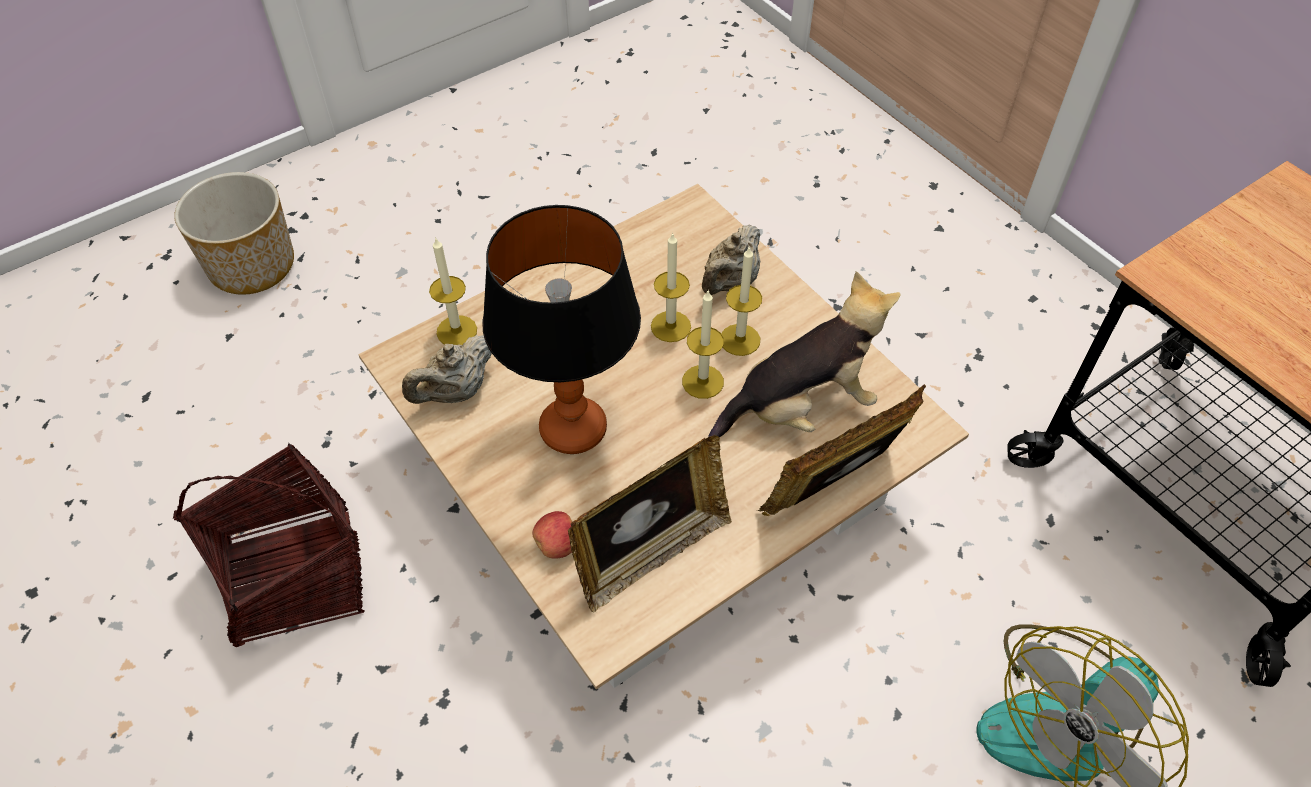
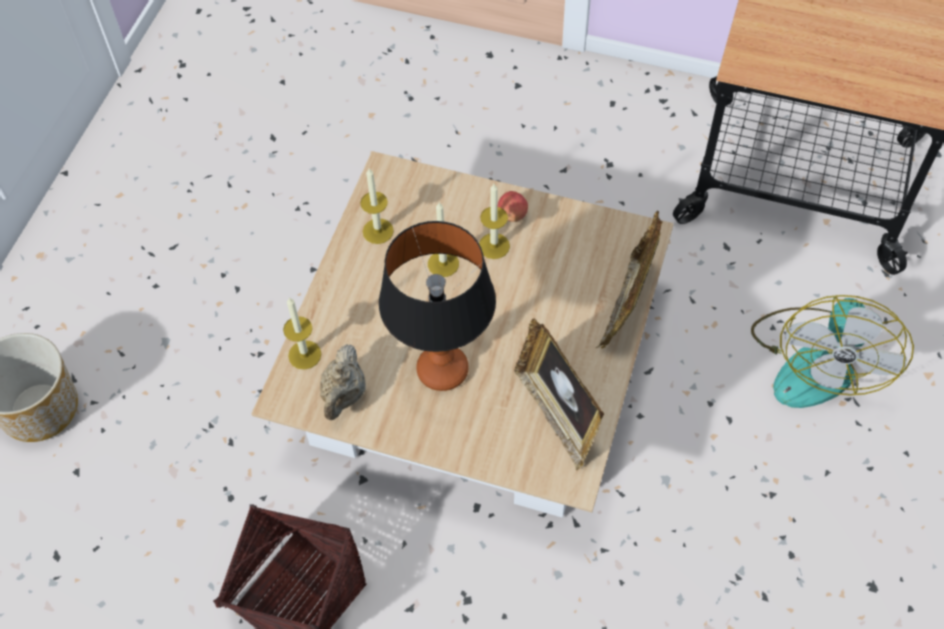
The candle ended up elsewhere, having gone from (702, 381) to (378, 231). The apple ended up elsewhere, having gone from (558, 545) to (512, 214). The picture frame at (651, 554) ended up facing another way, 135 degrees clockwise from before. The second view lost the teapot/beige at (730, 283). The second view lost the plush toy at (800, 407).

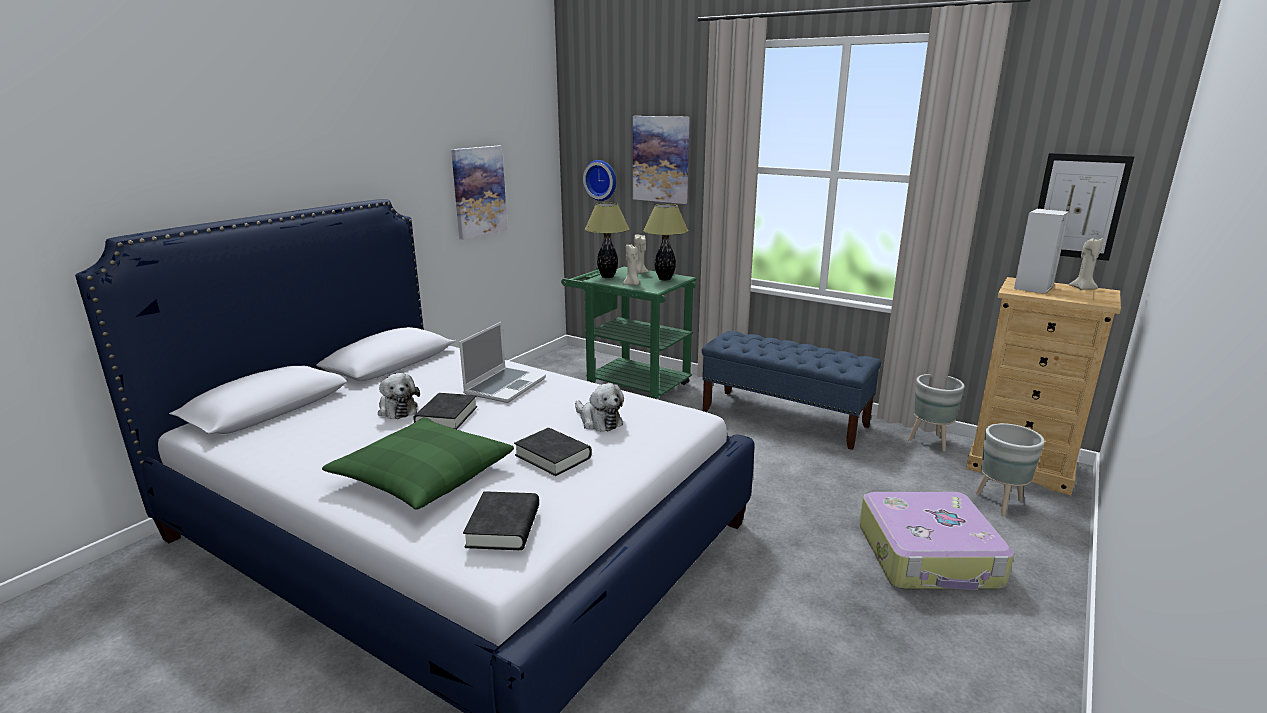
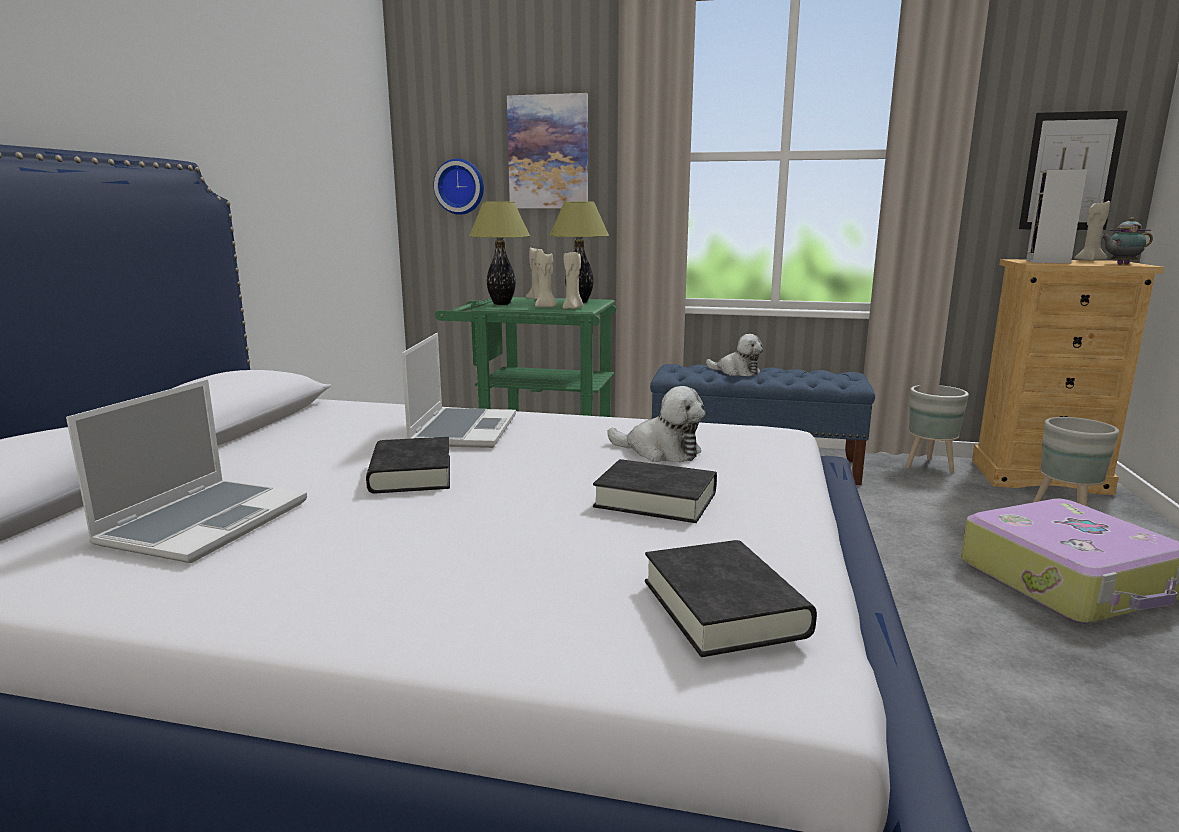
The second view gained the laptop at (205, 522). The second view gained the candle/beige at (573, 308). The plush toy ended up elsewhere, having gone from (397, 409) to (736, 372). The second view gained the teapot at (1120, 264). The second view lost the pillow/green at (423, 476). The second view lost the picture at (479, 191).

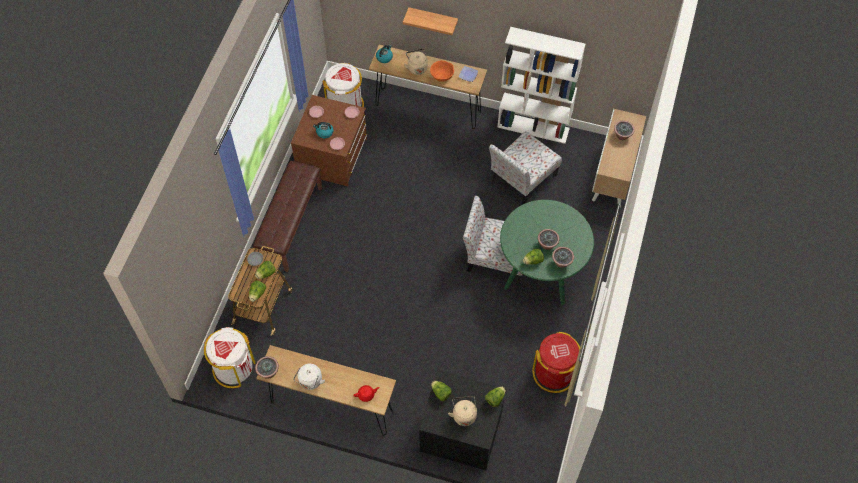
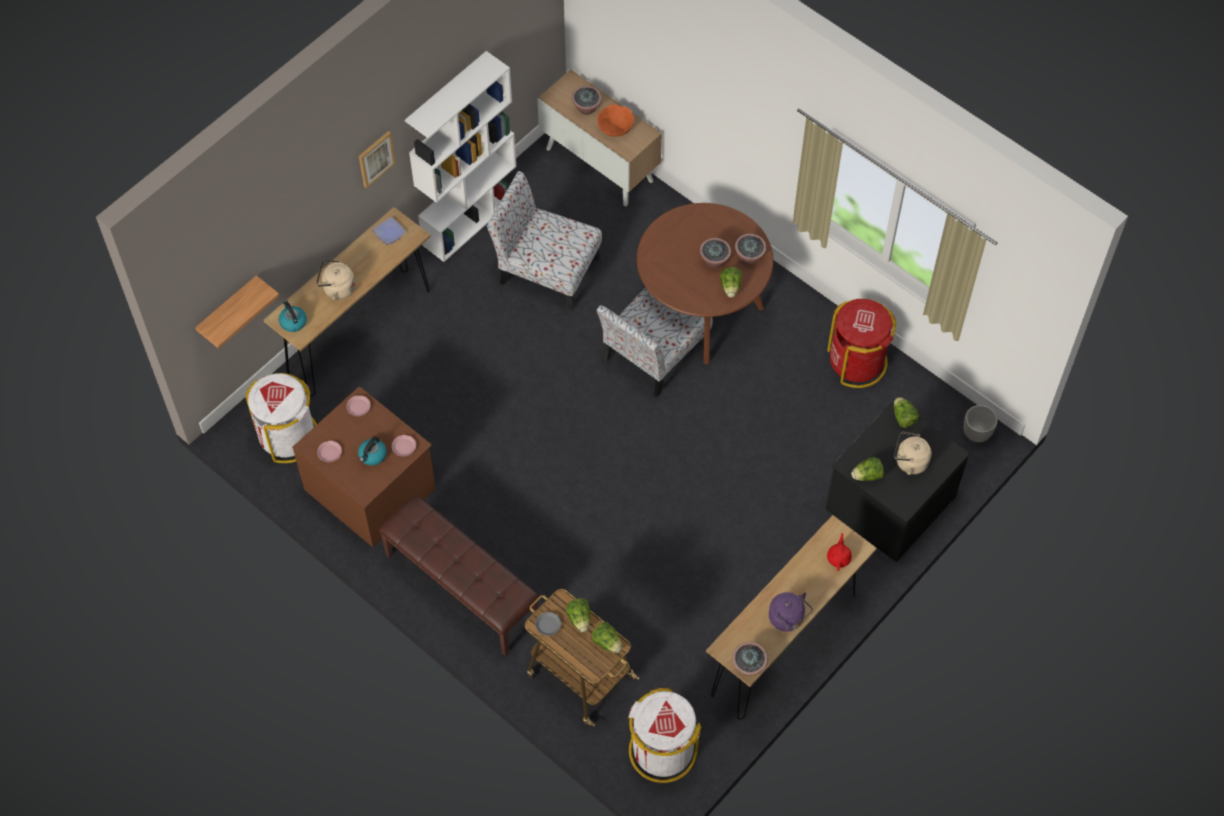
The shelf ended up elsewhere, having gone from (433, 19) to (228, 309). The second view gained the picture at (376, 158). The chair at (522, 179) ended up facing another way, 135 degrees clockwise from before. The bowl/orange ended up elsewhere, having gone from (442, 76) to (615, 128). What was the dining table/green at (541, 270) turned into the dining table/brown at (701, 310). What was the kettle/white at (310, 382) turned into the kettle/purple at (788, 619). The second view gained the planter at (977, 434).

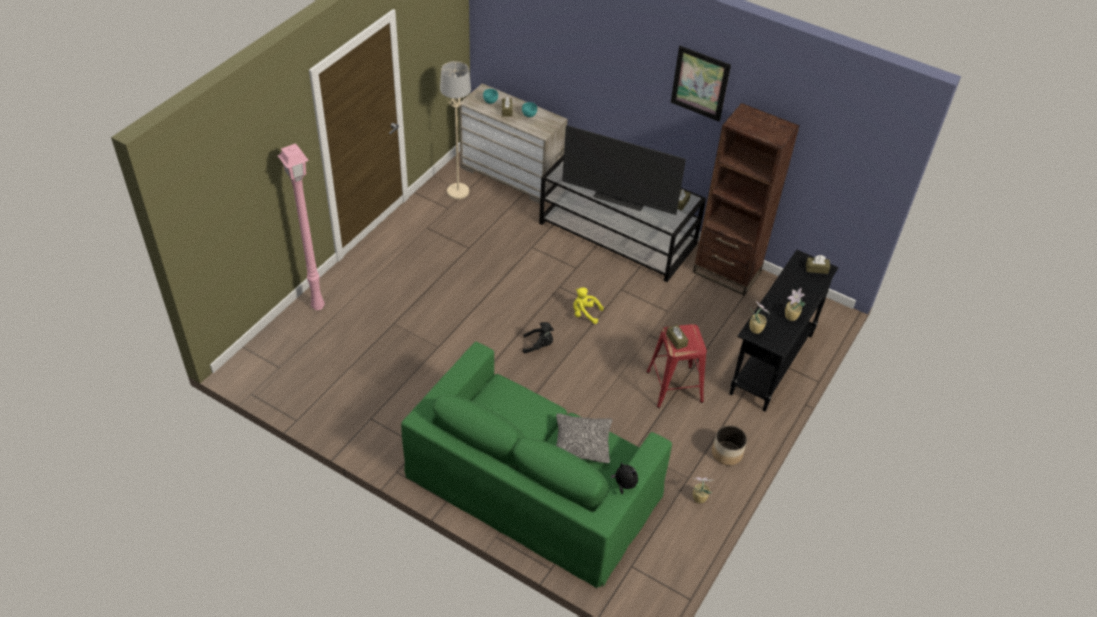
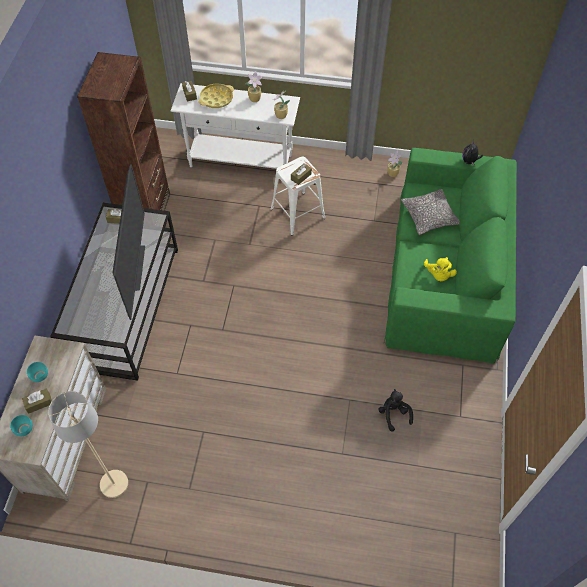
What was the console table/black at (771, 364) turned into the console table/white at (241, 161). The second view gained the tray/yellow at (216, 98). What was the stool/red at (675, 386) turned into the stool/white at (297, 213). The plush toy/black ended up elsewhere, having gone from (539, 345) to (394, 414). The plush toy/yellow ended up elsewhere, having gone from (585, 313) to (438, 275). The second view lost the floor lamp/pink at (318, 305). The second view lost the picture at (700, 83). The second view lost the planter at (726, 453).

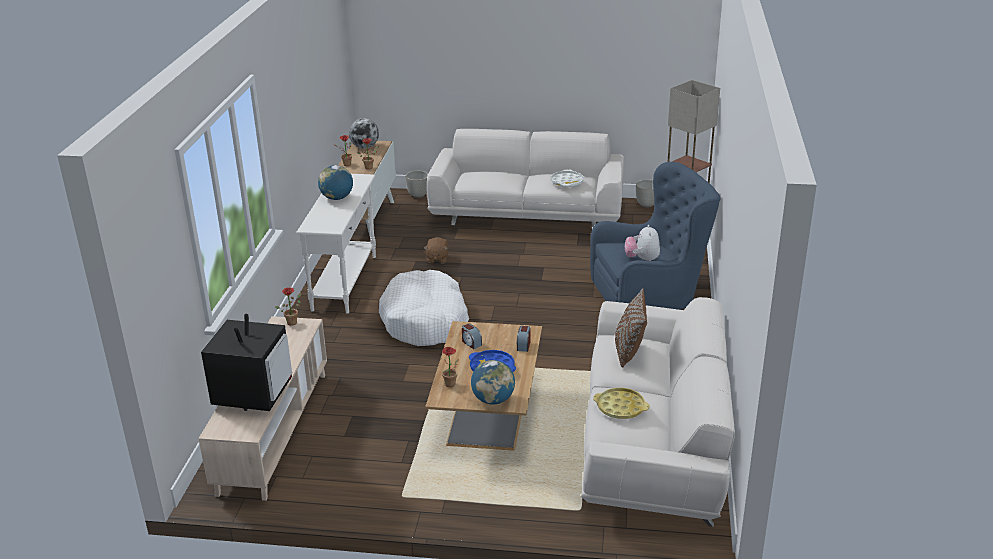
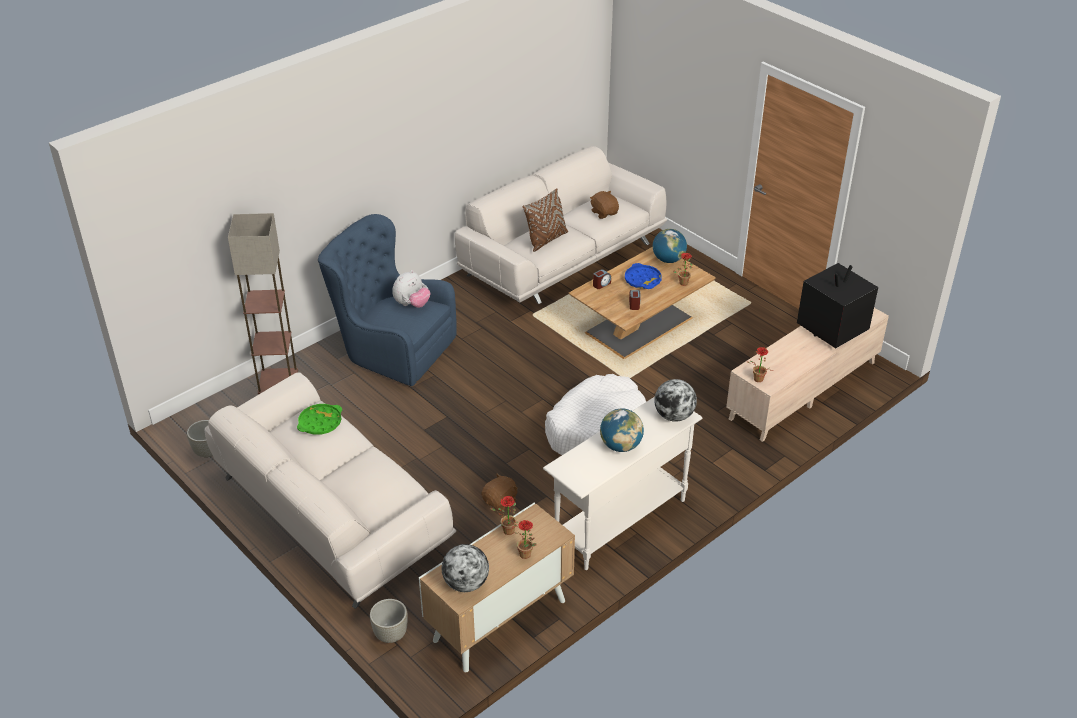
What was the tray/white at (567, 182) turned into the tray/green at (320, 422). Where the tray/yellow stood at (620, 407), the plush toy/brown came to stand at (604, 213). The second view gained the globe at (673, 416).

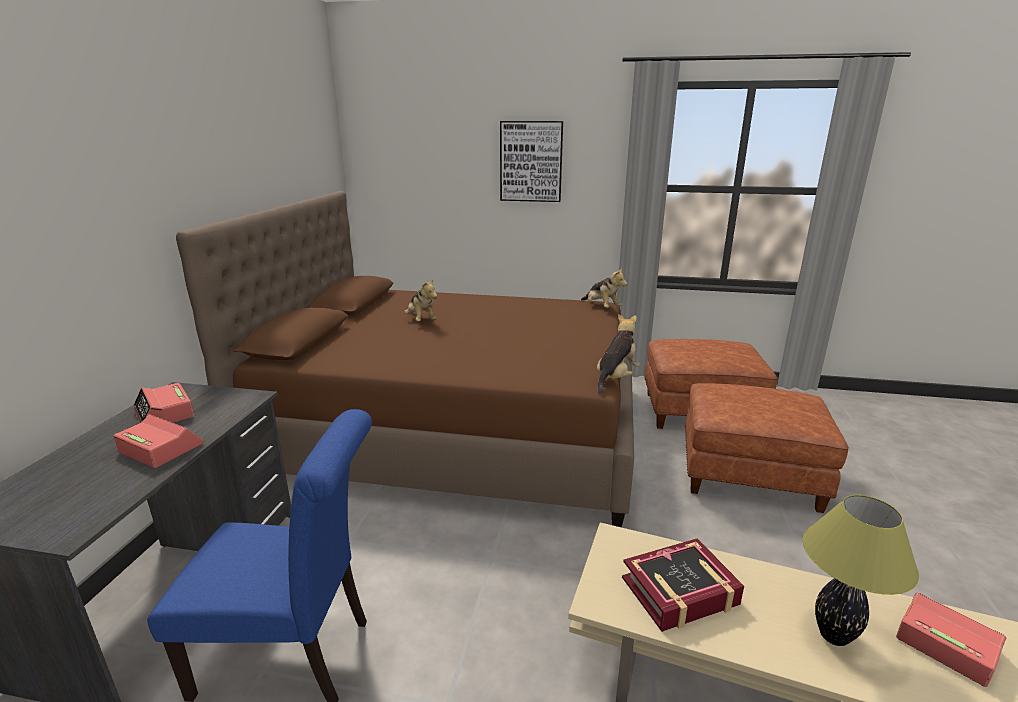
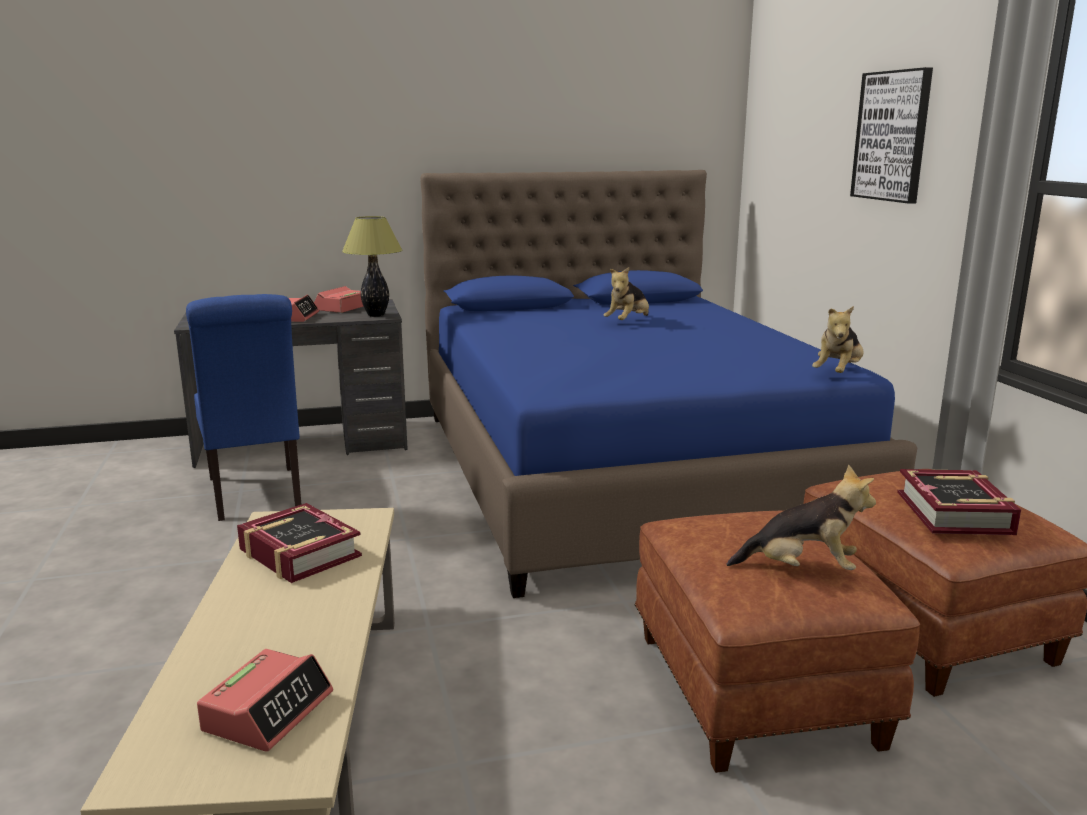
The table lamp ended up elsewhere, having gone from (833, 635) to (376, 315). What was the bed/brown at (456, 428) turned into the bed/blue at (624, 472). The plush toy ended up elsewhere, having gone from (616, 378) to (802, 569). The second view gained the book at (955, 513).

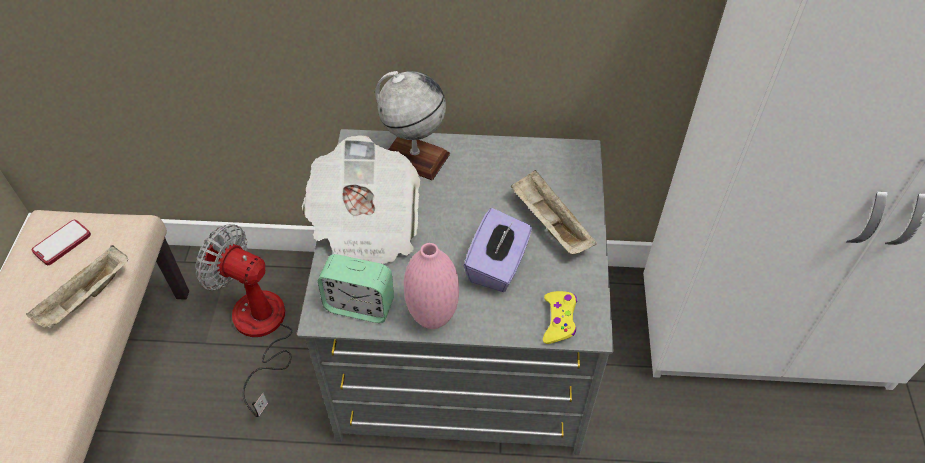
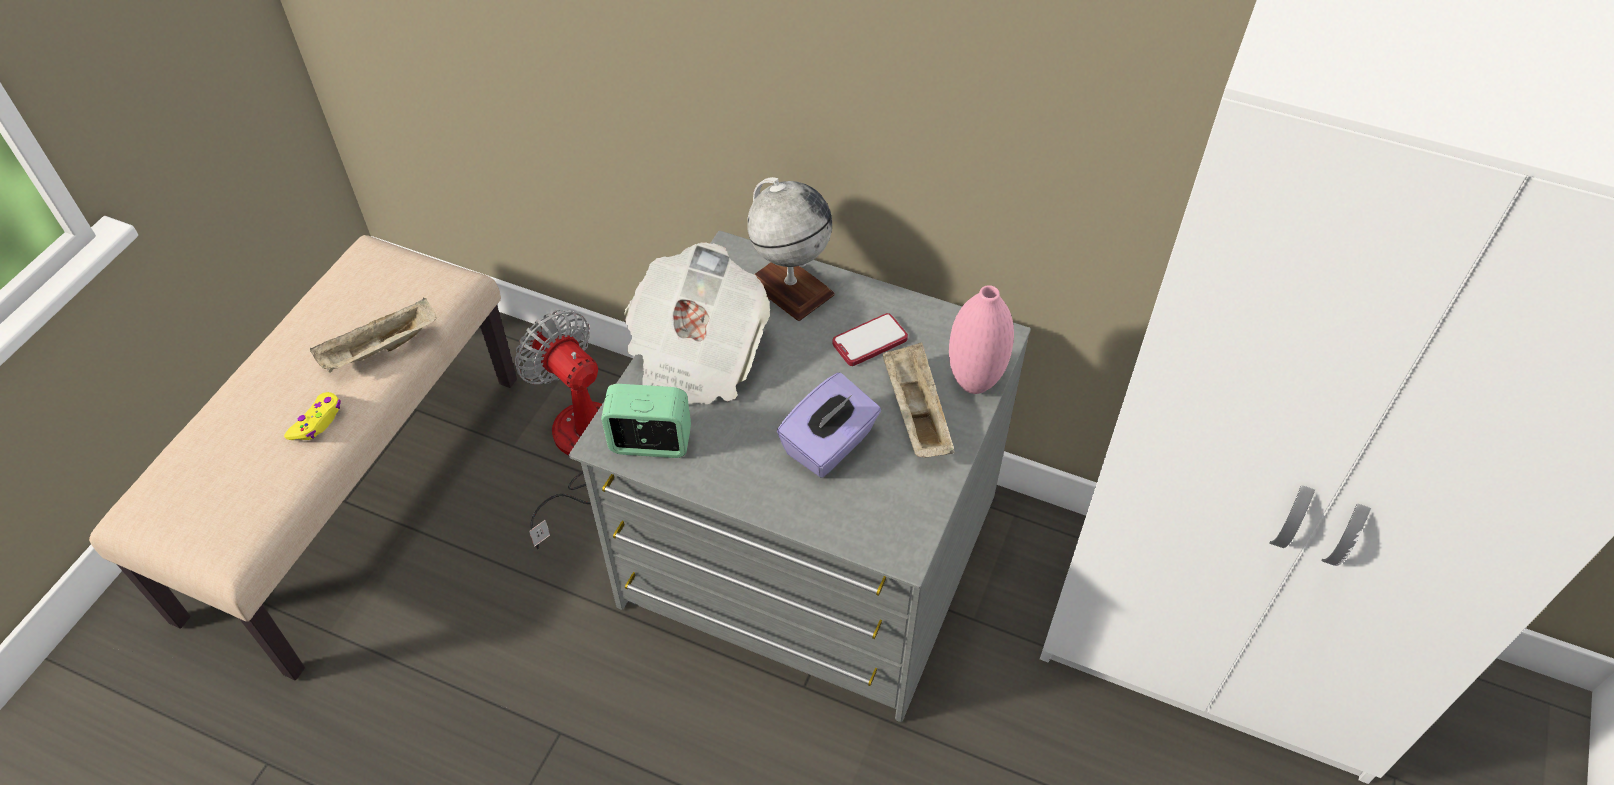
The game controller/yellow ended up elsewhere, having gone from (559, 320) to (317, 422). The alarm clock at (360, 305) ended up facing another way, 150 degrees clockwise from before. The phone ended up elsewhere, having gone from (62, 243) to (869, 341). The vase/pink ended up elsewhere, having gone from (433, 318) to (974, 382).

